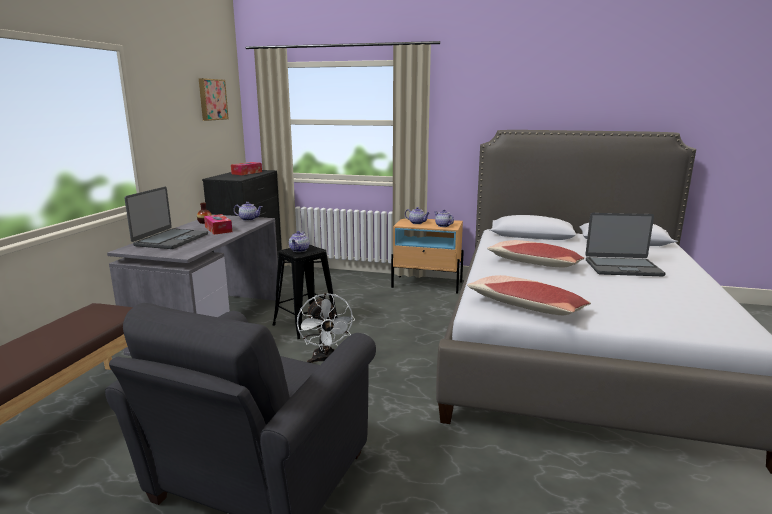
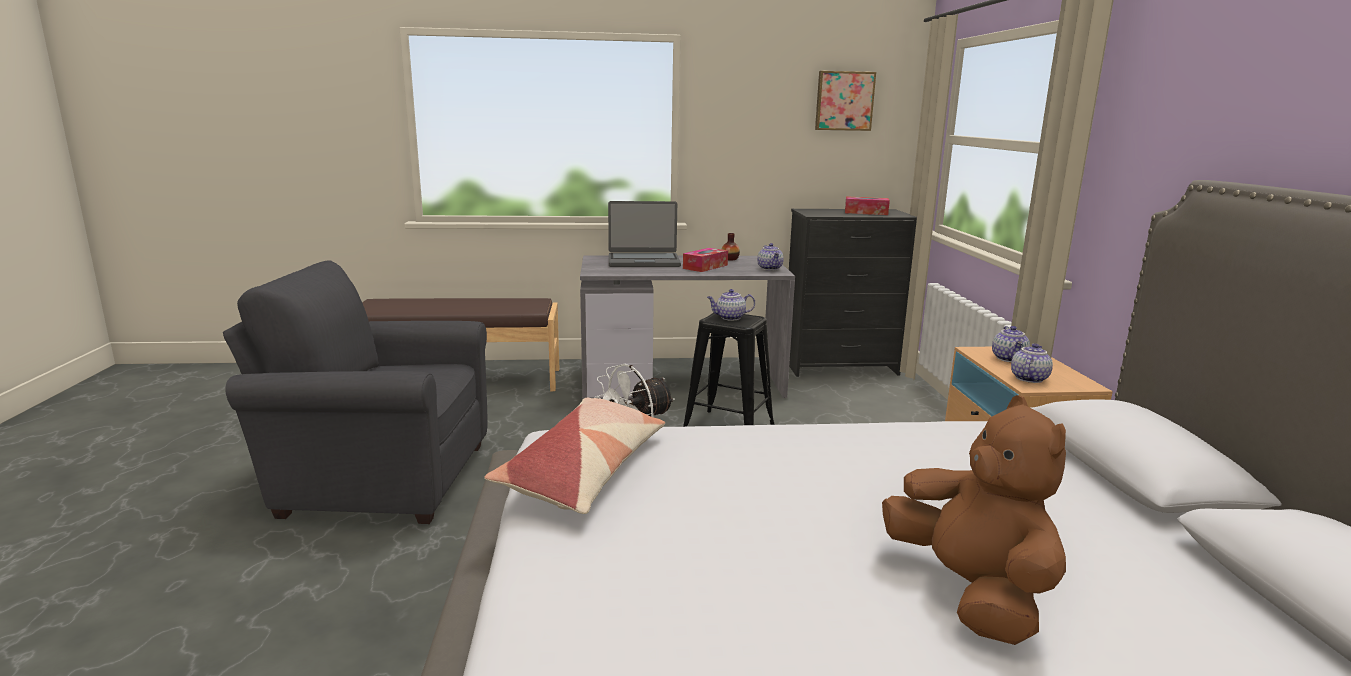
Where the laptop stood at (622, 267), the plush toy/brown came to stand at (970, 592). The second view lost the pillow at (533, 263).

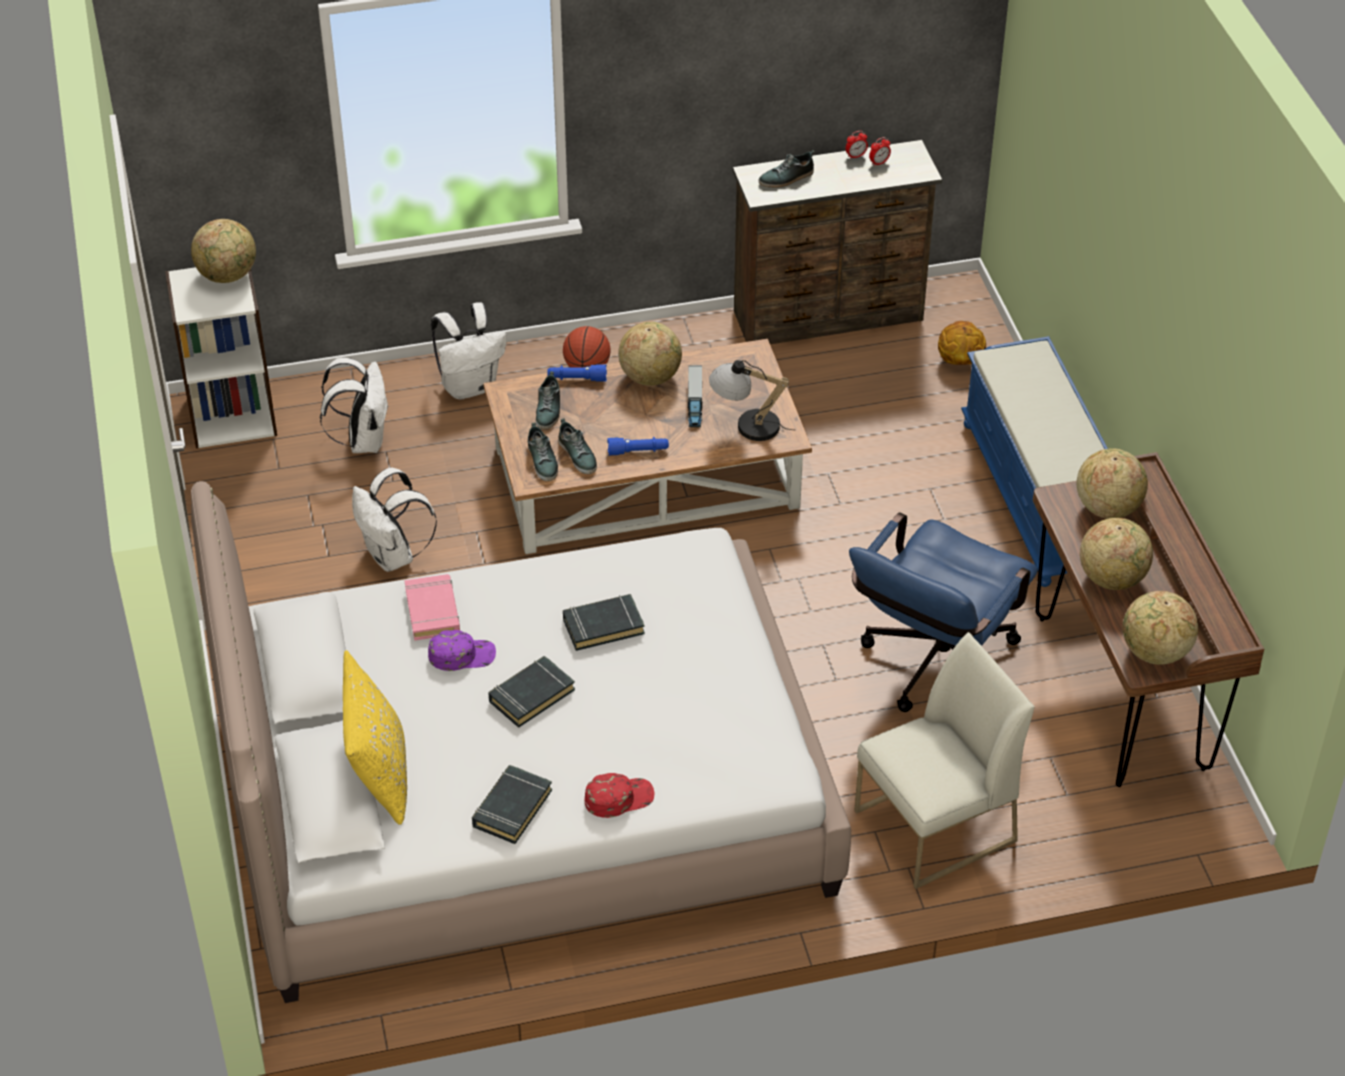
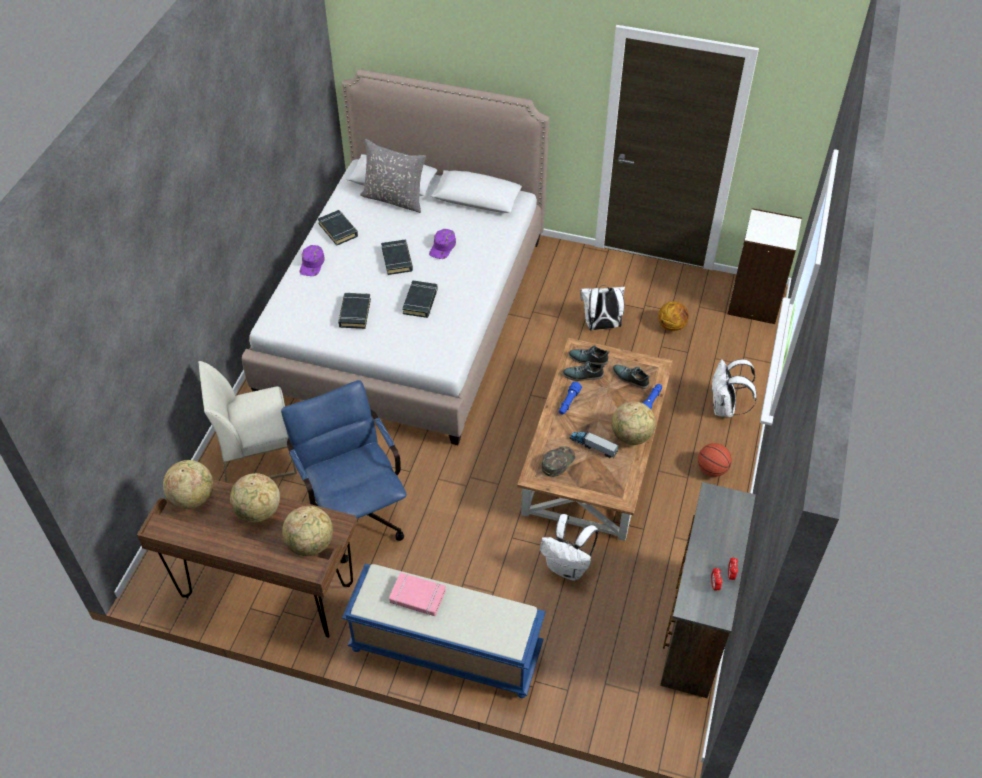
The chair/white at (935, 827) ended up facing another way, 75 degrees clockwise from before. What was the cap/red at (619, 798) turned into the cap/purple at (312, 264). The second view gained the book/black at (354, 313). What was the pillow/yellow at (379, 774) turned into the pillow/grey at (394, 199). The book/pink ended up elsewhere, having gone from (433, 611) to (417, 597). The backpack/white ended up elsewhere, having gone from (363, 440) to (568, 567). Where the table lamp stood at (746, 425), the cap/green came to stand at (557, 462). The basketball ended up elsewhere, having gone from (959, 361) to (672, 326). The second view lost the globe at (228, 275). The second view lost the shoe at (786, 178).

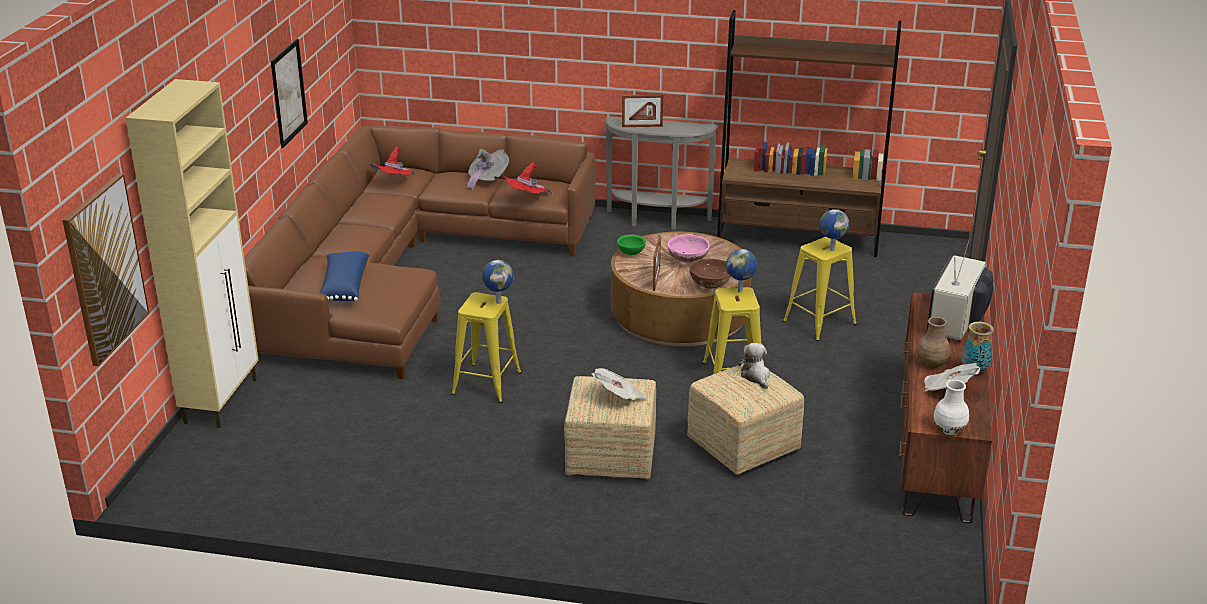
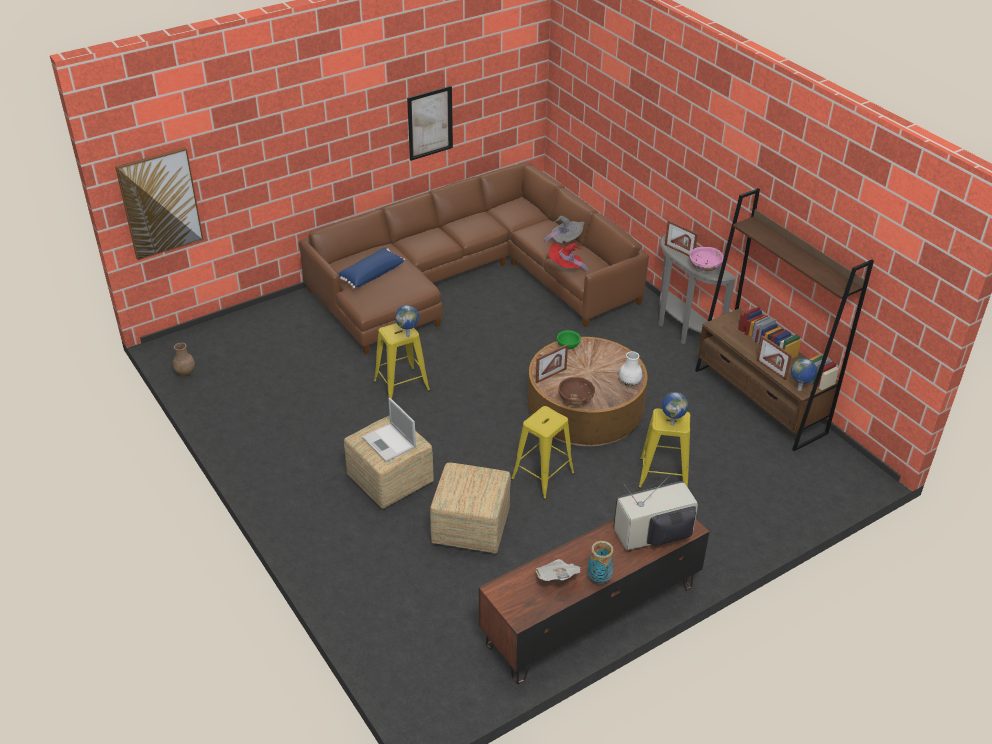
The vase/brown ended up elsewhere, having gone from (932, 364) to (185, 372). Where the newspaper stood at (619, 397), the laptop came to stand at (389, 443). The vase/white ended up elsewhere, having gone from (949, 430) to (630, 383). The bowl/pink ended up elsewhere, having gone from (687, 261) to (704, 269). The second view gained the picture frame at (771, 370). The globe ended up elsewhere, having gone from (740, 291) to (799, 390). The second view lost the cabinet/beige at (222, 400). The second view lost the hat/red at (394, 183). The second view lost the plush toy at (756, 376).

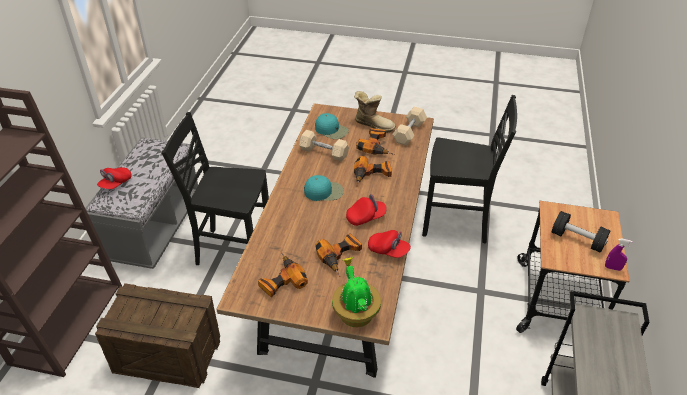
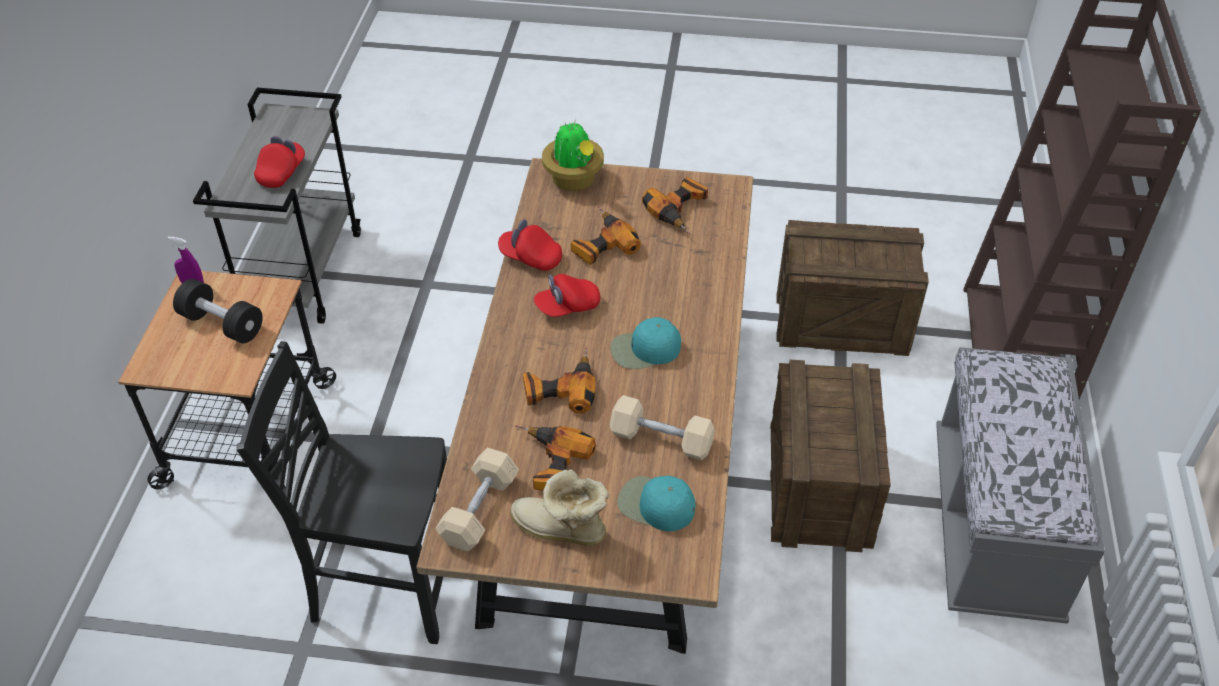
The cap/red ended up elsewhere, having gone from (116, 184) to (281, 172). Where the chair/black stood at (233, 250), the crate came to stand at (819, 488).

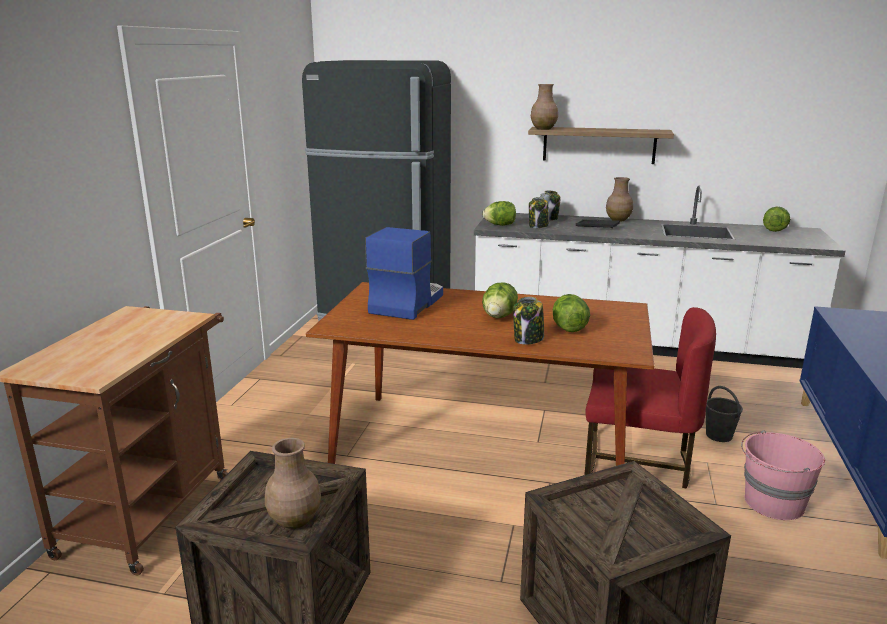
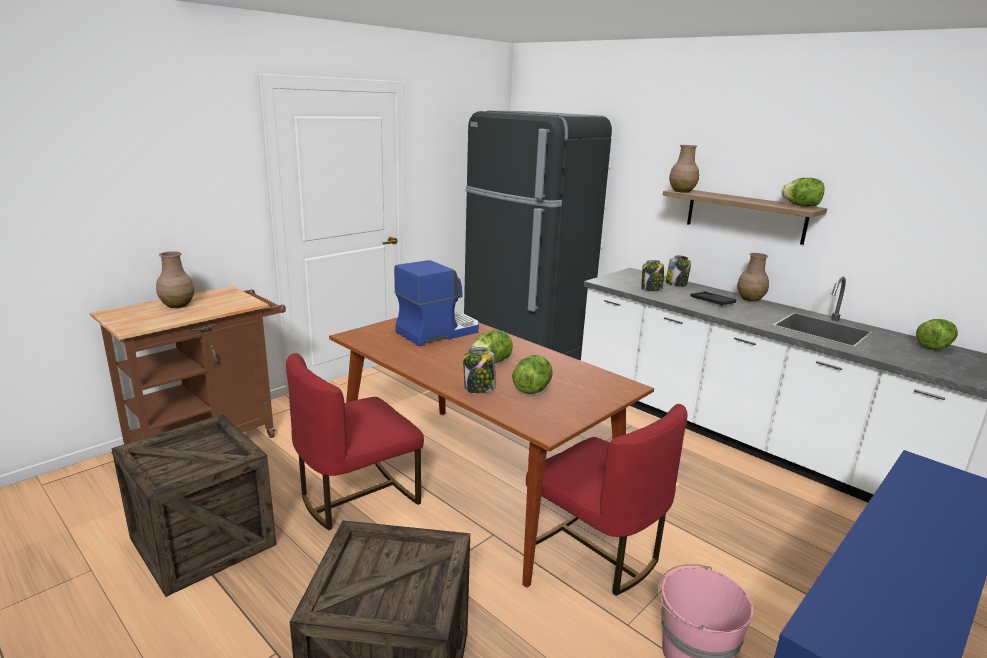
The vase/brown ended up elsewhere, having gone from (294, 520) to (177, 305). The second view gained the chair/red at (357, 496). The lettuce ended up elsewhere, having gone from (500, 225) to (801, 206). The second view lost the bucket/grey at (719, 436).

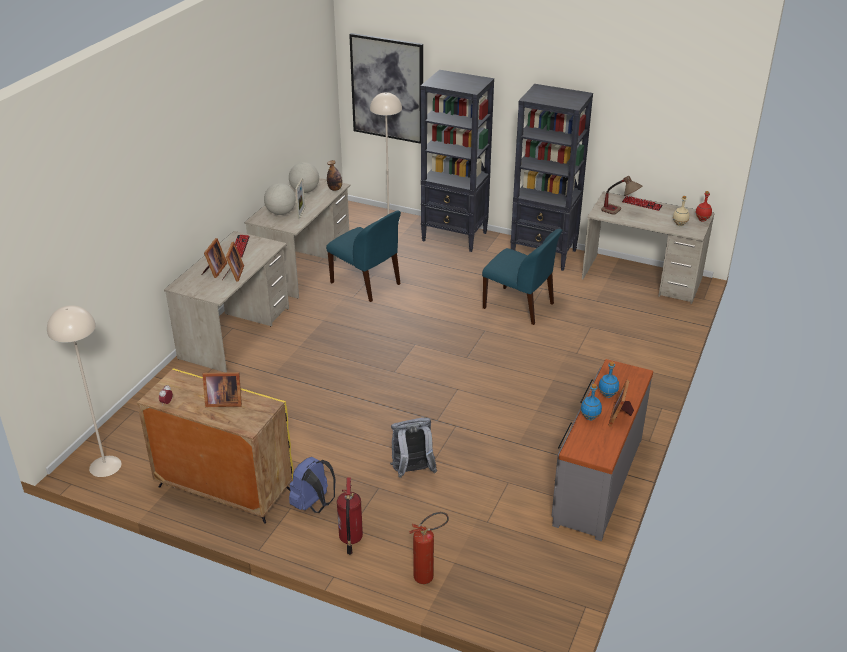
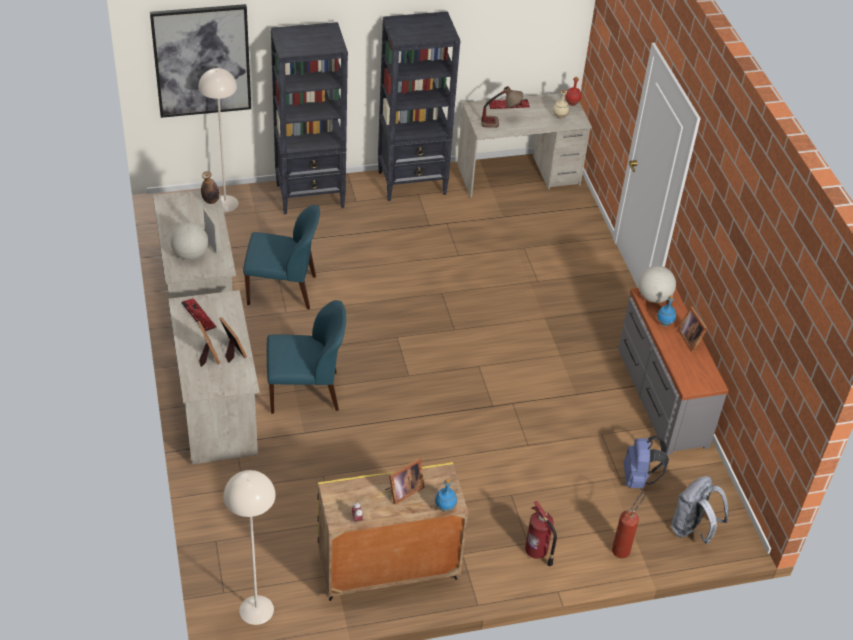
The chair/blue ended up elsewhere, having gone from (520, 306) to (306, 392). The bottle/blue ended up elsewhere, having gone from (589, 417) to (444, 507). The backpack/blue ended up elsewhere, having gone from (313, 505) to (639, 478). The globe ended up elsewhere, having gone from (305, 191) to (654, 297). The backpack/grey ended up elsewhere, having gone from (412, 471) to (692, 530).

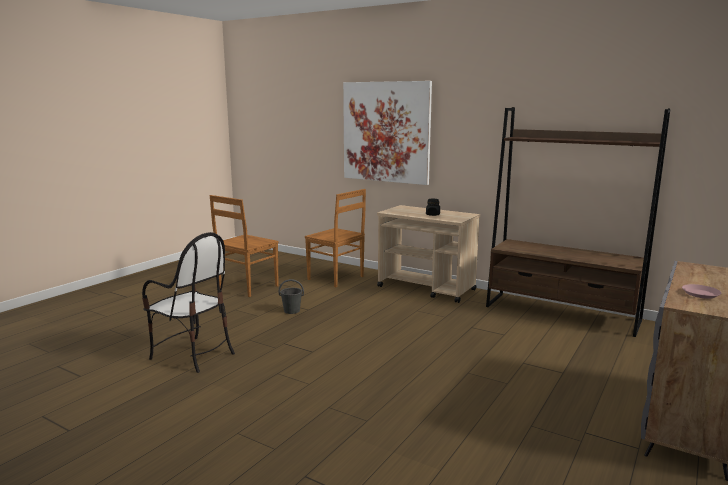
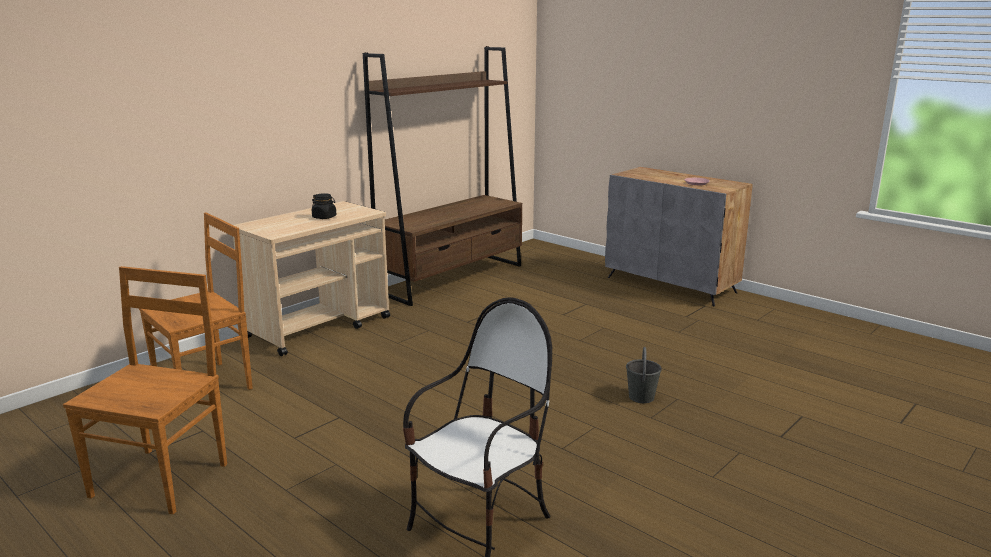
The chair/brown at (247, 287) ended up facing another way, 120 degrees counterclockwise from before. The bucket/grey ended up elsewhere, having gone from (292, 311) to (641, 397). The second view lost the picture at (386, 132).

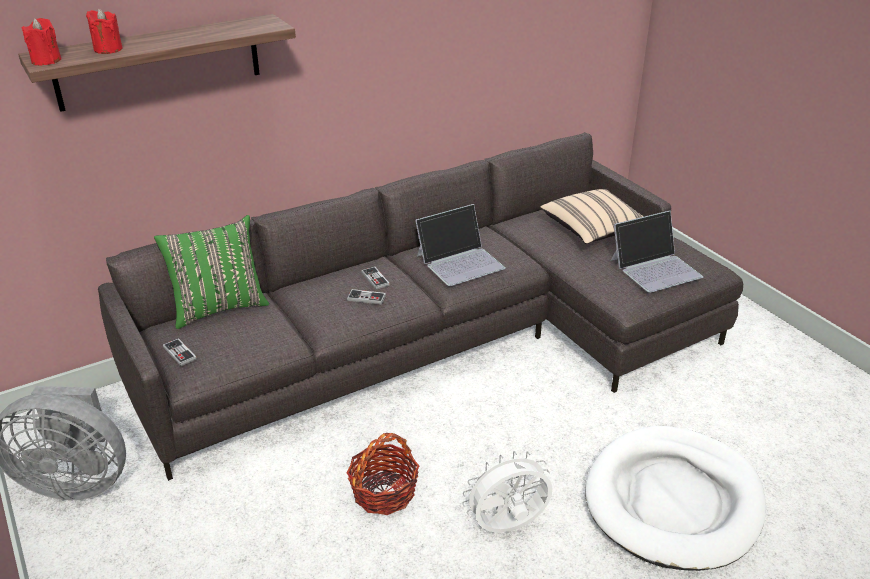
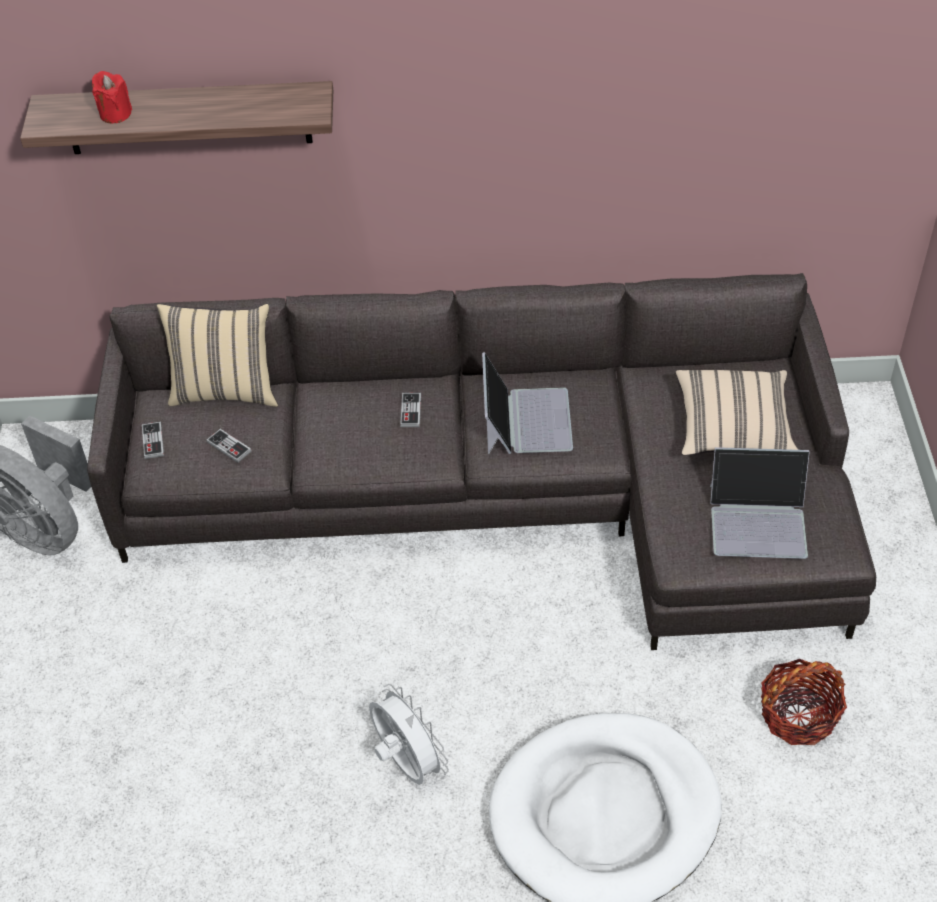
What was the pillow/green at (219, 308) turned into the pillow/beige at (226, 391). The game controller ended up elsewhere, having gone from (366, 298) to (229, 447). The fan/white at (508, 528) ended up facing another way, 45 degrees clockwise from before. The laptop at (460, 261) ended up facing another way, 90 degrees counterclockwise from before. The basket ended up elsewhere, having gone from (384, 492) to (798, 715). The second view lost the candle/red at (46, 61).

